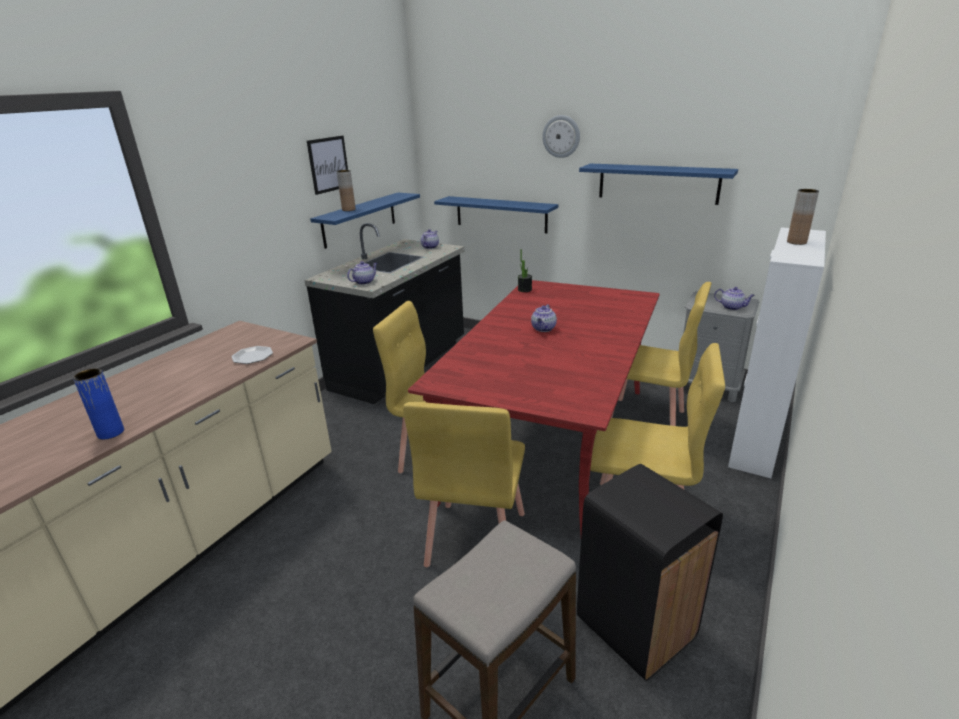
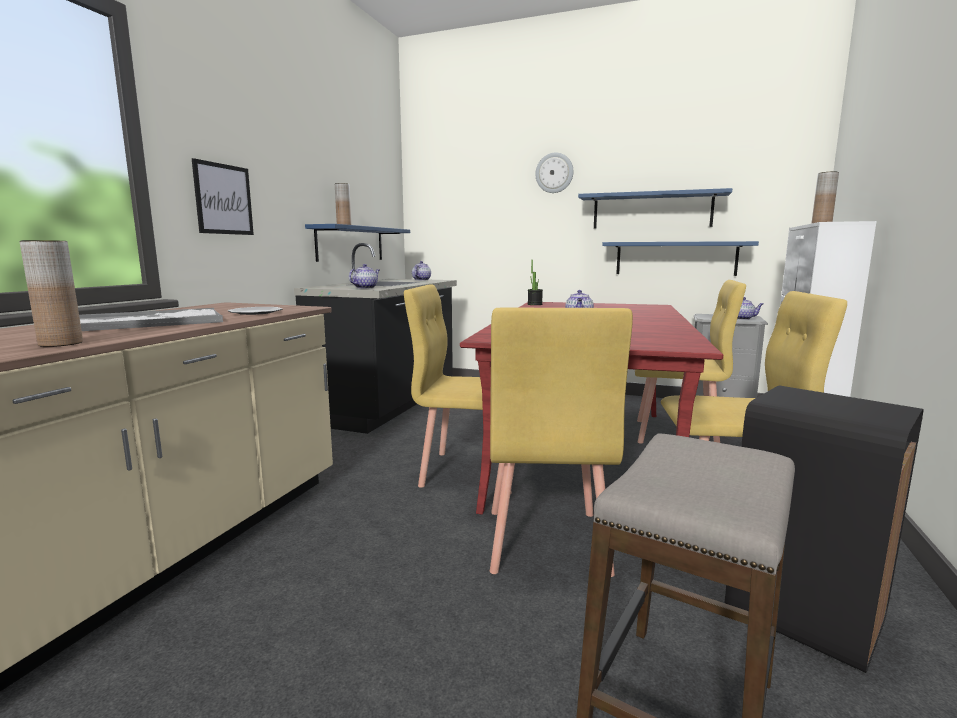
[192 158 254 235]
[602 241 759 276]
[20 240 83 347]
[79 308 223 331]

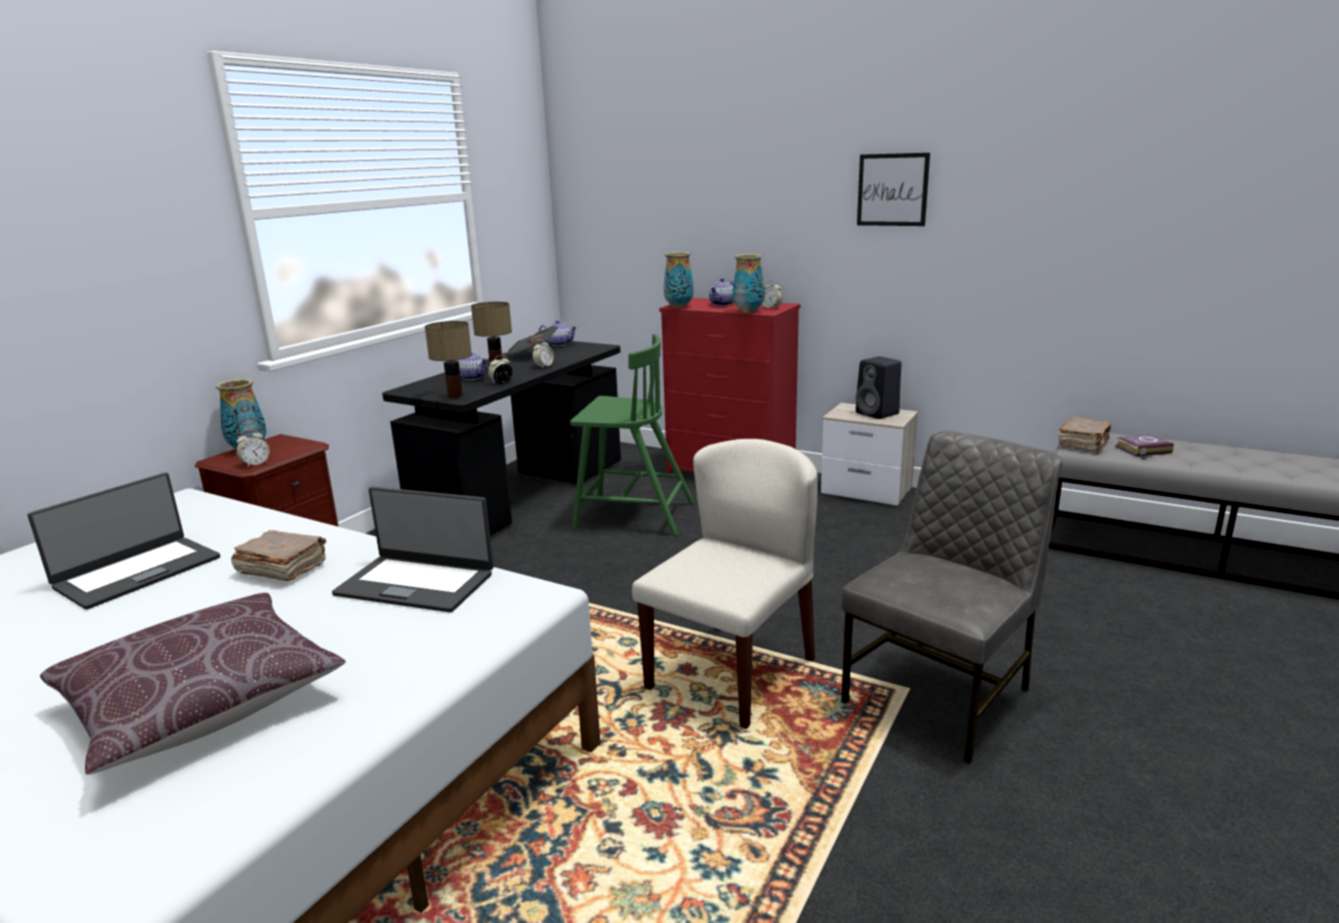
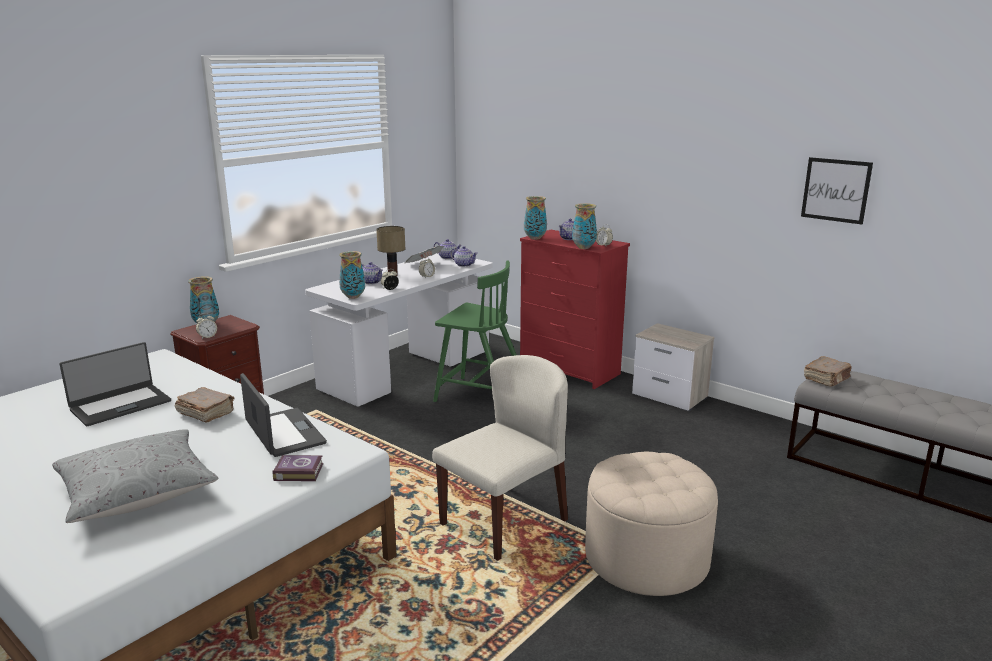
[801 157 873 225]
[339 251 365 299]
[305 253 493 407]
[856 356 902 419] (first image)
[585 452 718 596]
[272 455 323 481]
[240 373 327 457]
[52 429 219 523]
[450 246 477 267]

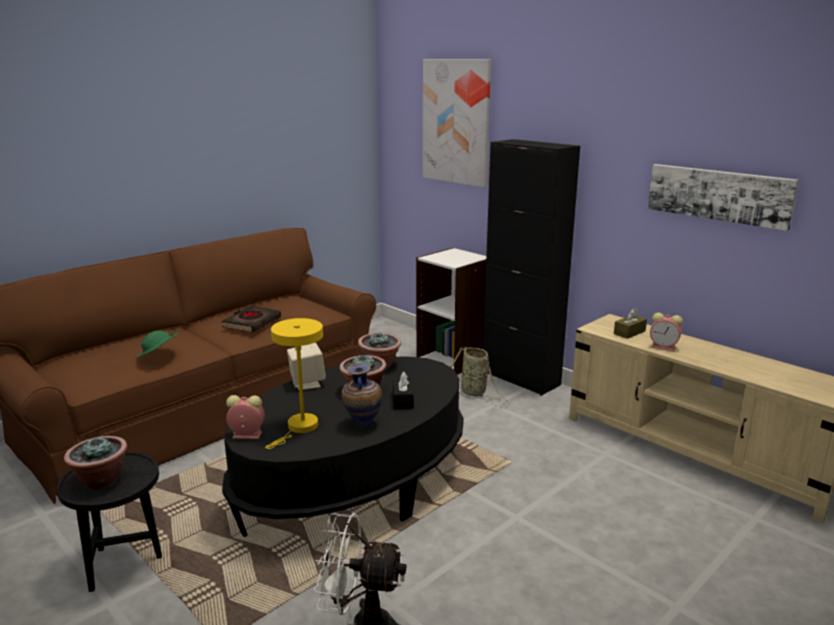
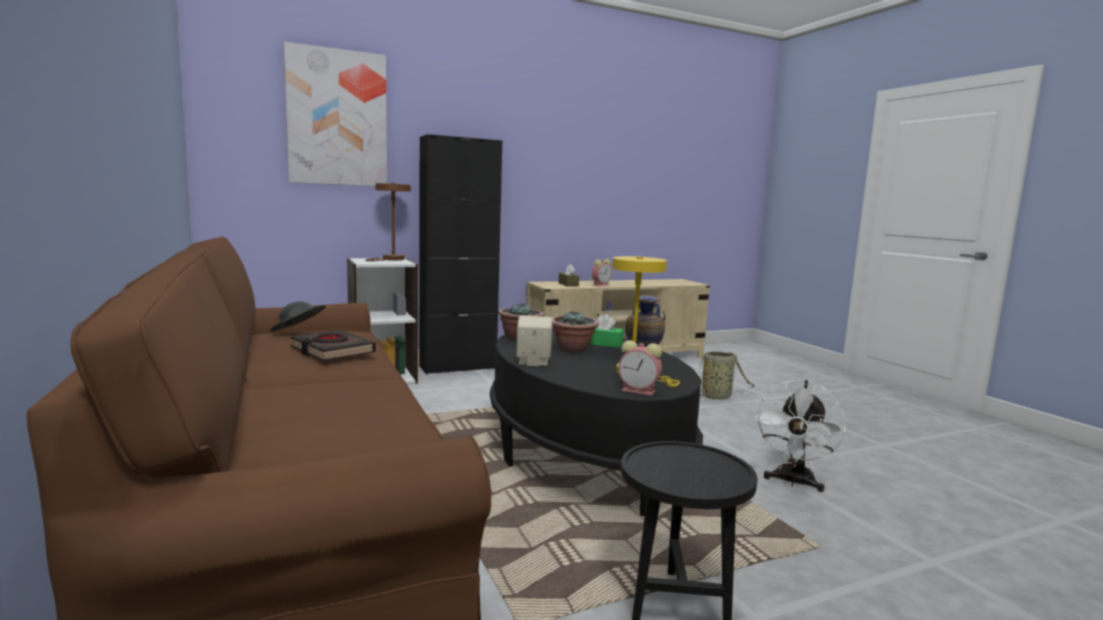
[648 164 799 231] (first image)
[136 331 180 359] (first image)
[700 351 754 400]
[589 314 624 348]
[618 340 662 396]
[64 436 127 490] (first image)
[365 183 411 261]
[270 302 326 332]

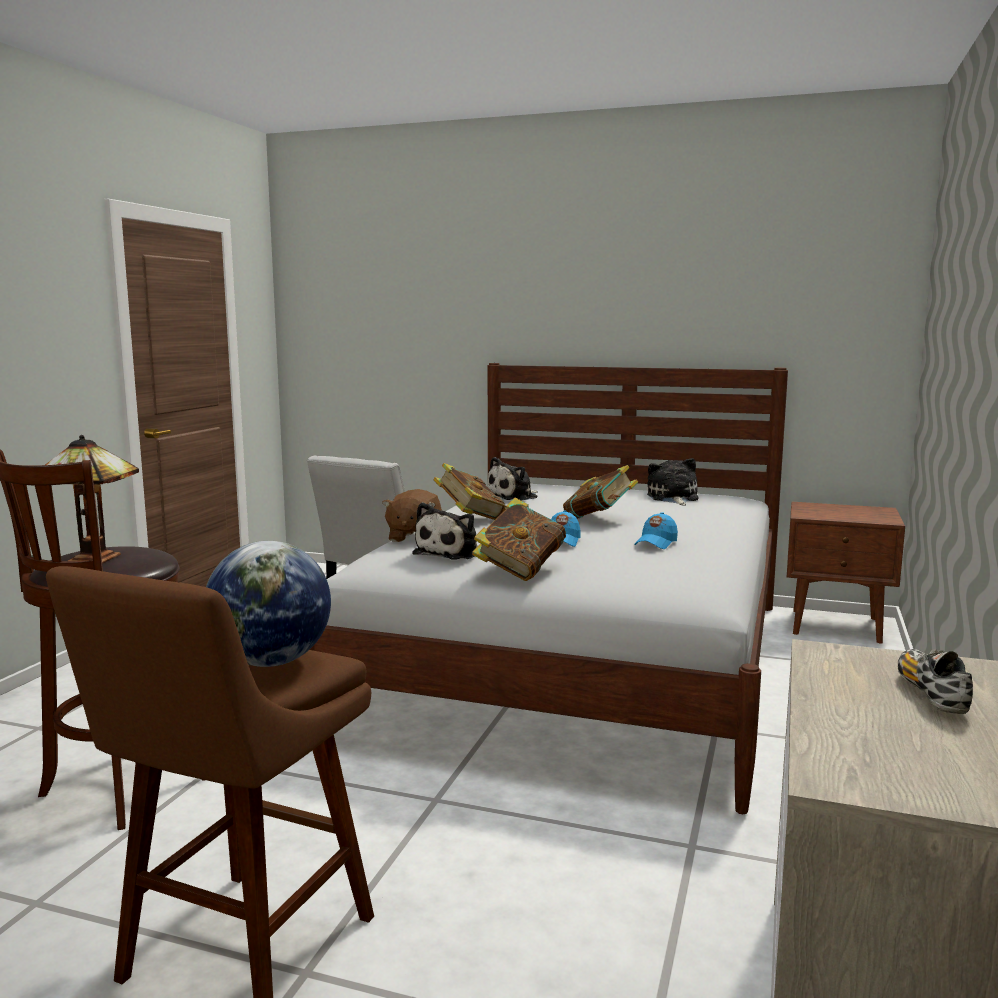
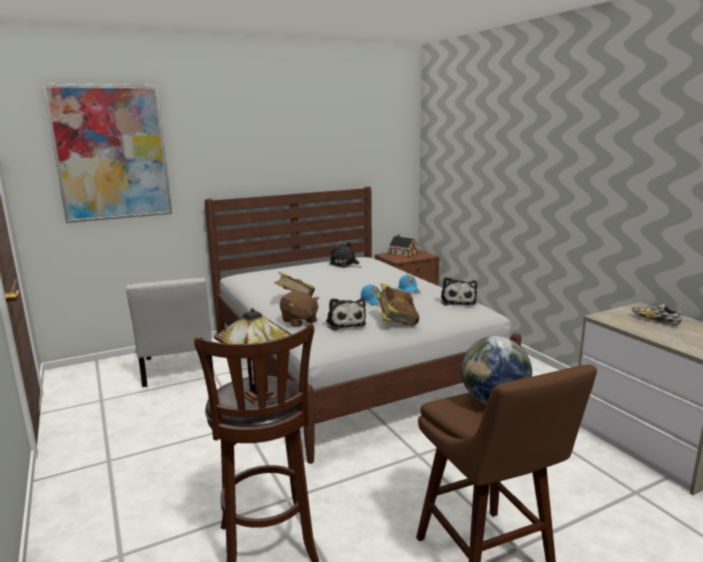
[441 277 477 305]
[563 465 638 519] (first image)
[42 83 172 223]
[390 234 418 258]

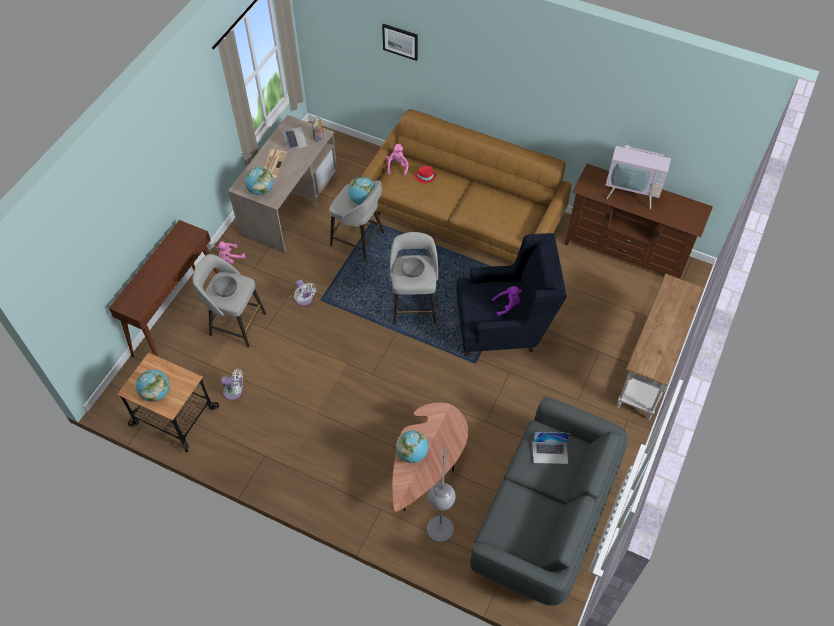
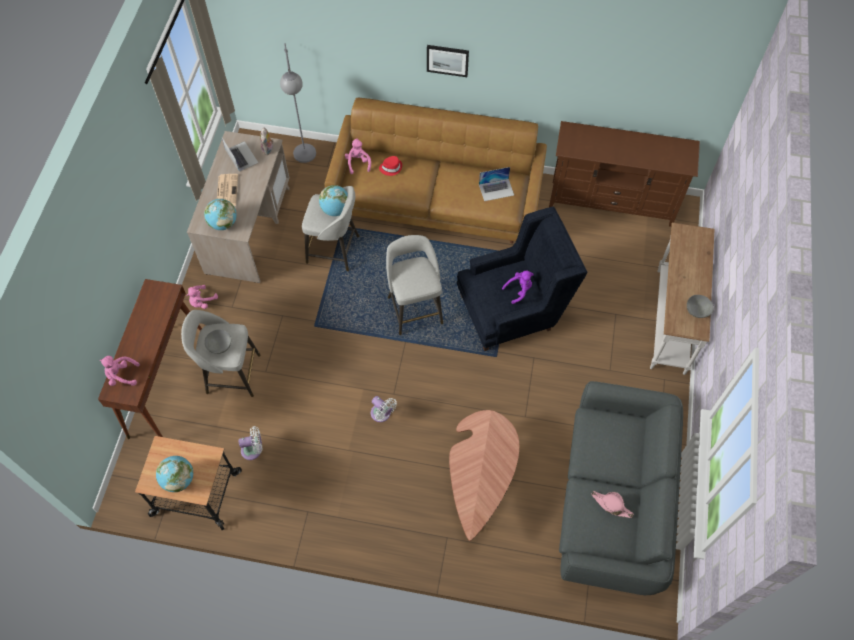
[427 45 469 77]
[605 126 671 209] (first image)
[687 295 713 318]
[371 396 397 422]
[396 430 428 463] (first image)
[479 167 514 201]
[280 43 316 163]
[100 356 140 386]
[591 491 634 518]

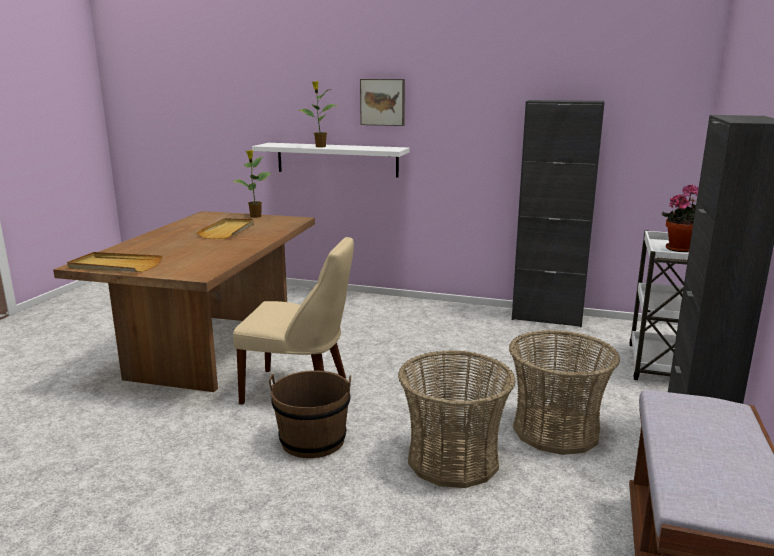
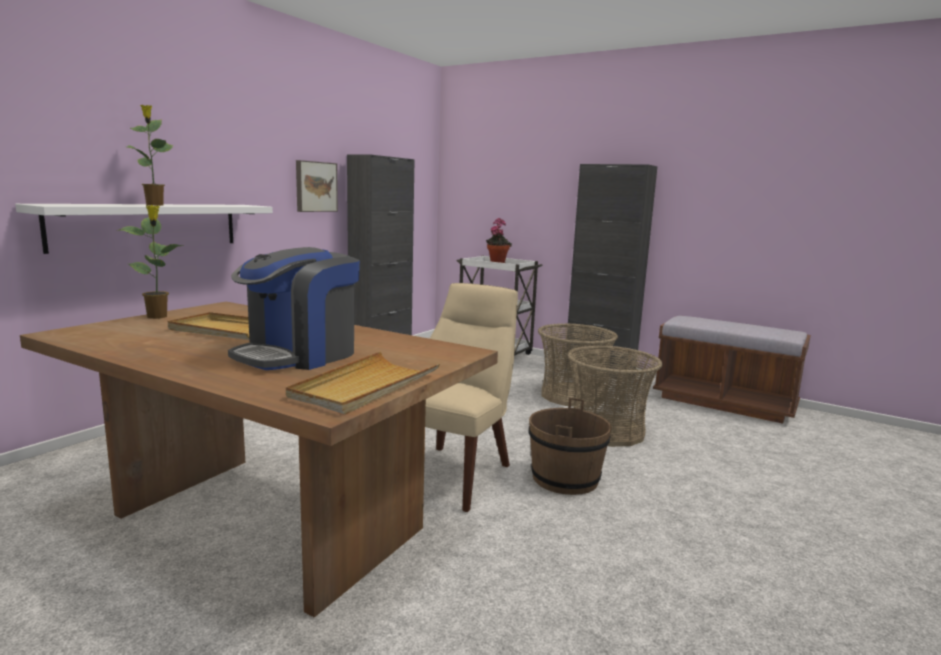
[296 160 338 212]
[228 247 360 370]

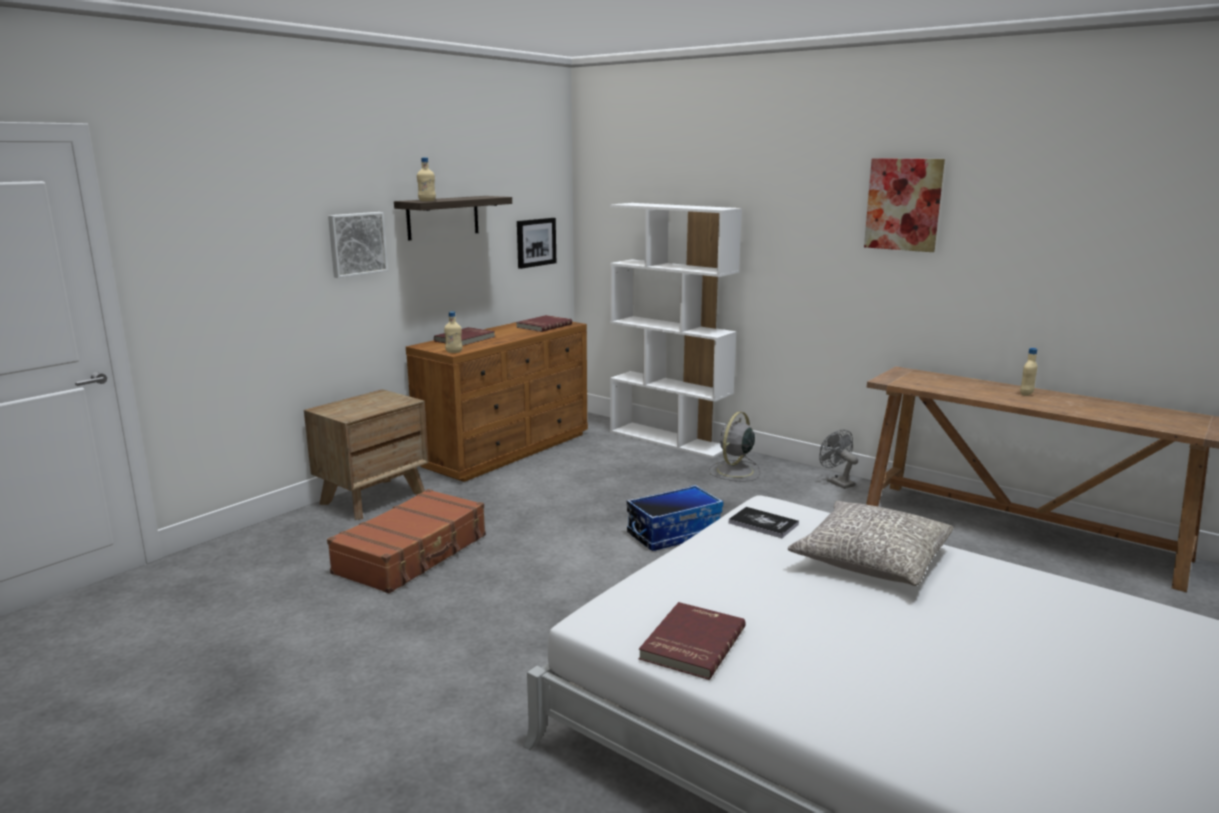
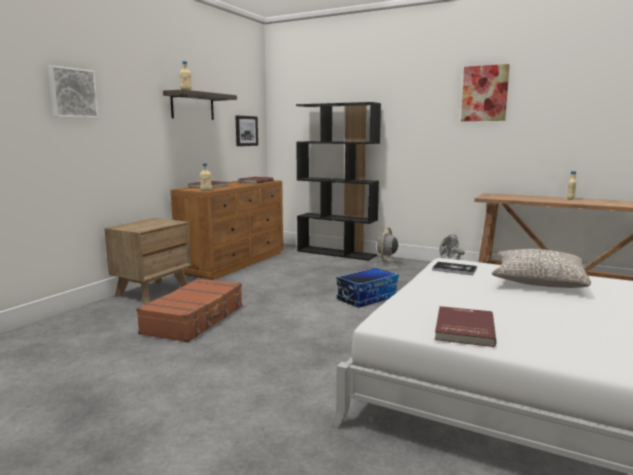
[296 102 381 261]
[48 65 99 118]

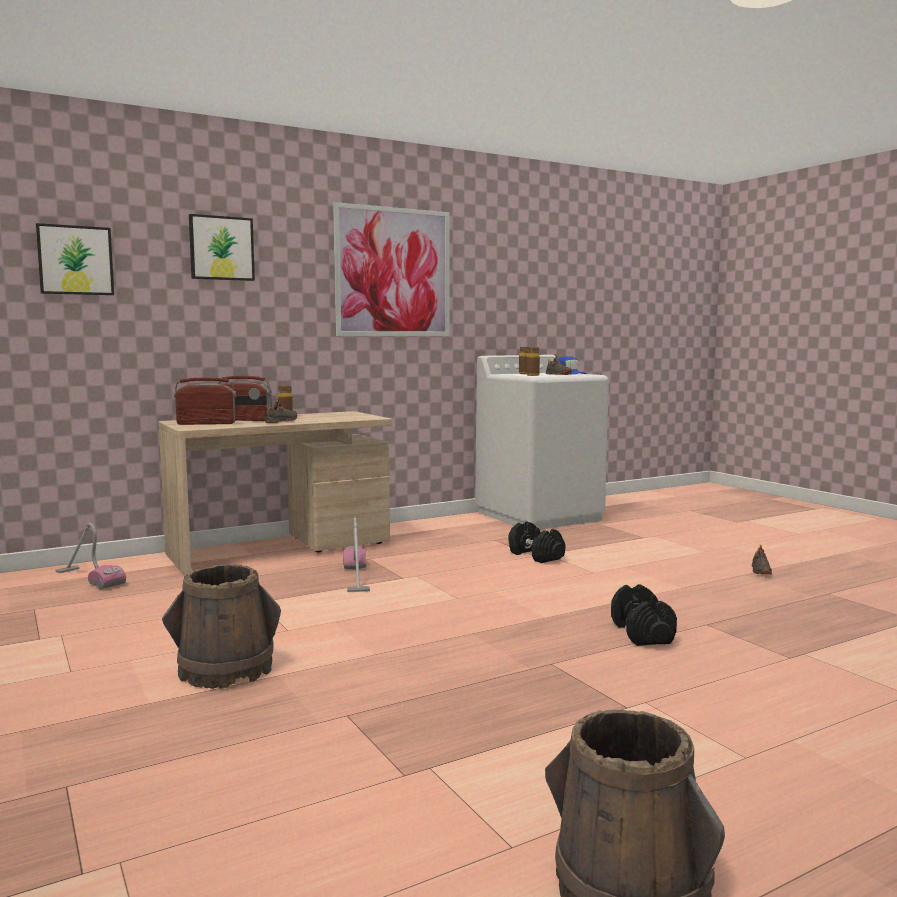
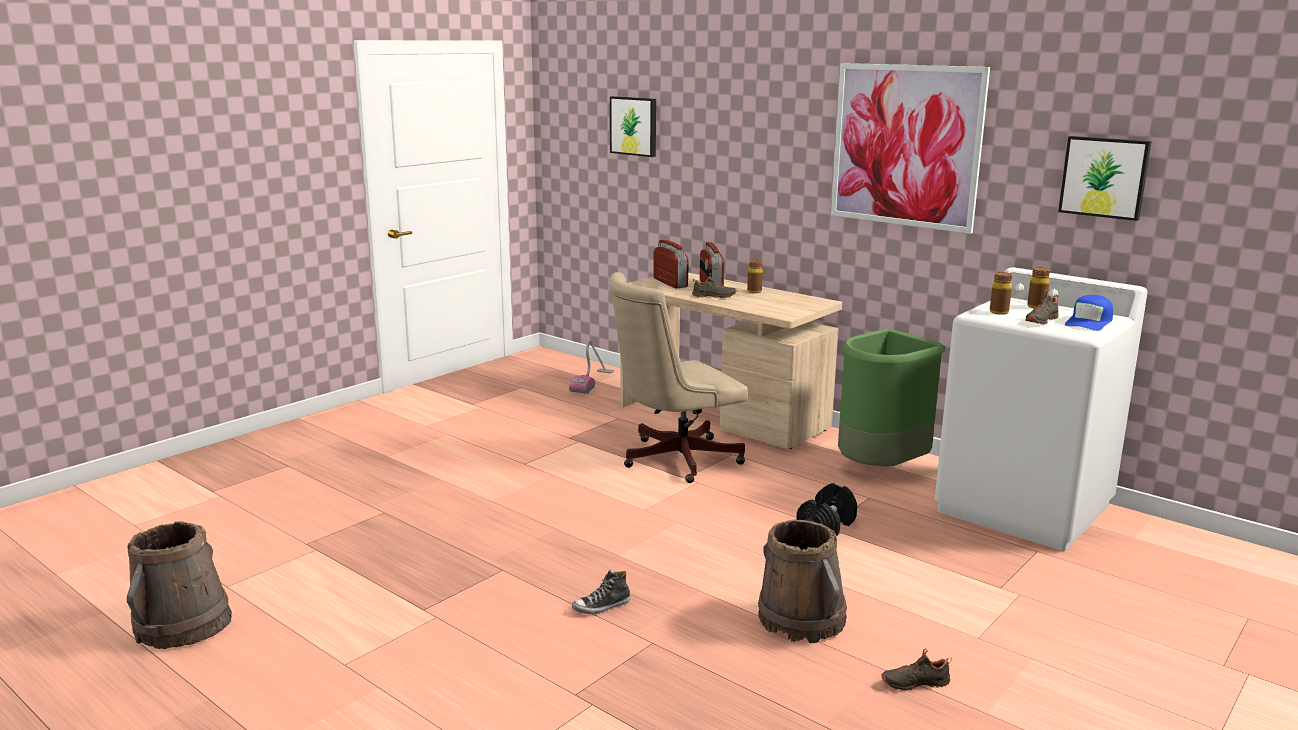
[1058 136 1152 221]
[608 272 748 483]
[758 519 847 643]
[572 570 631 614]
[838 329 945 467]

